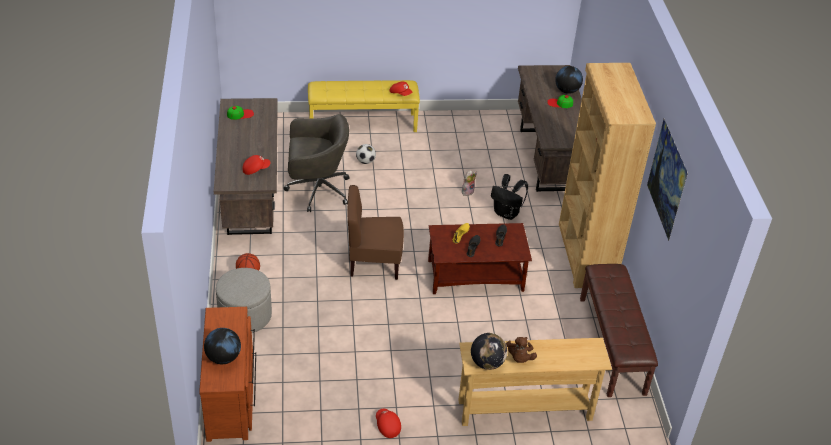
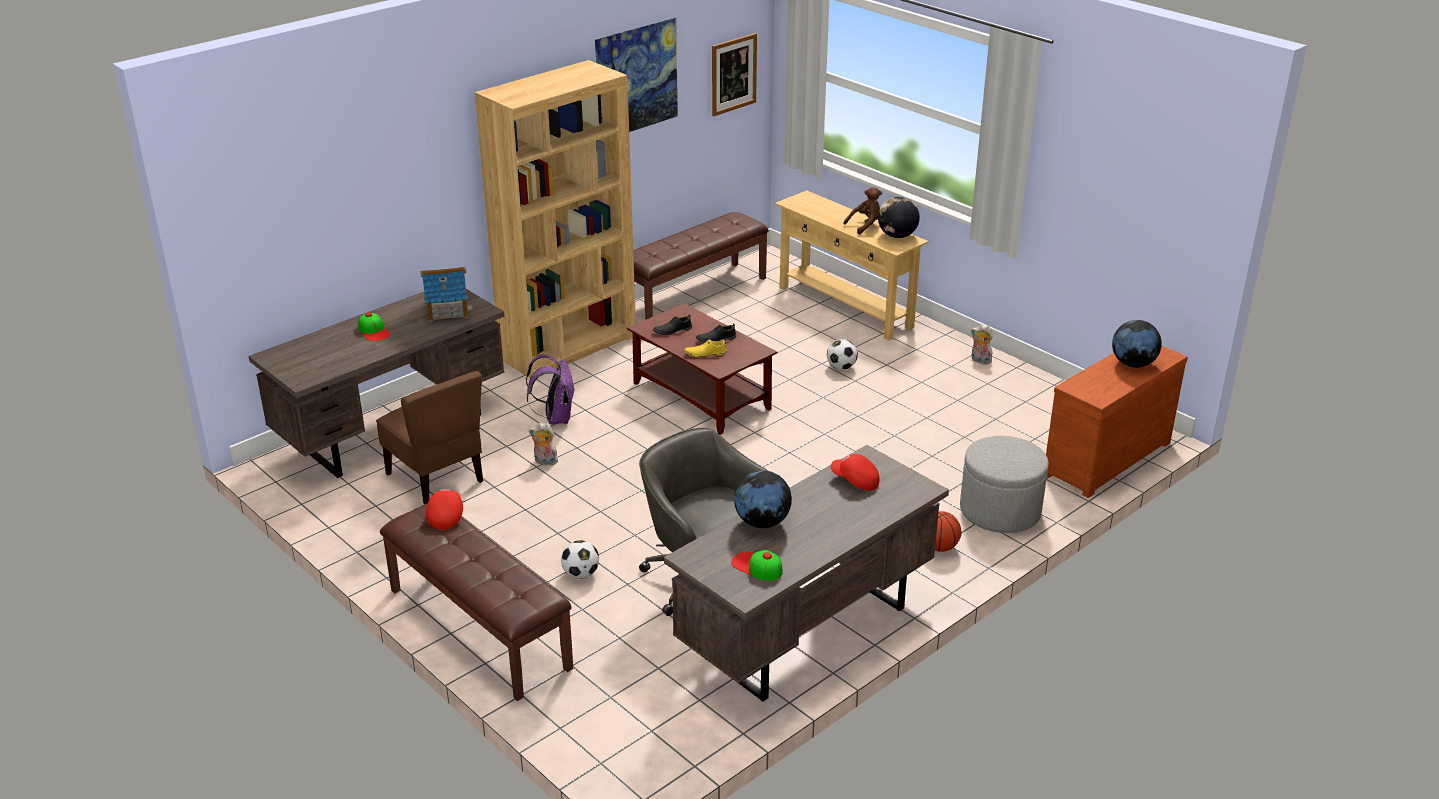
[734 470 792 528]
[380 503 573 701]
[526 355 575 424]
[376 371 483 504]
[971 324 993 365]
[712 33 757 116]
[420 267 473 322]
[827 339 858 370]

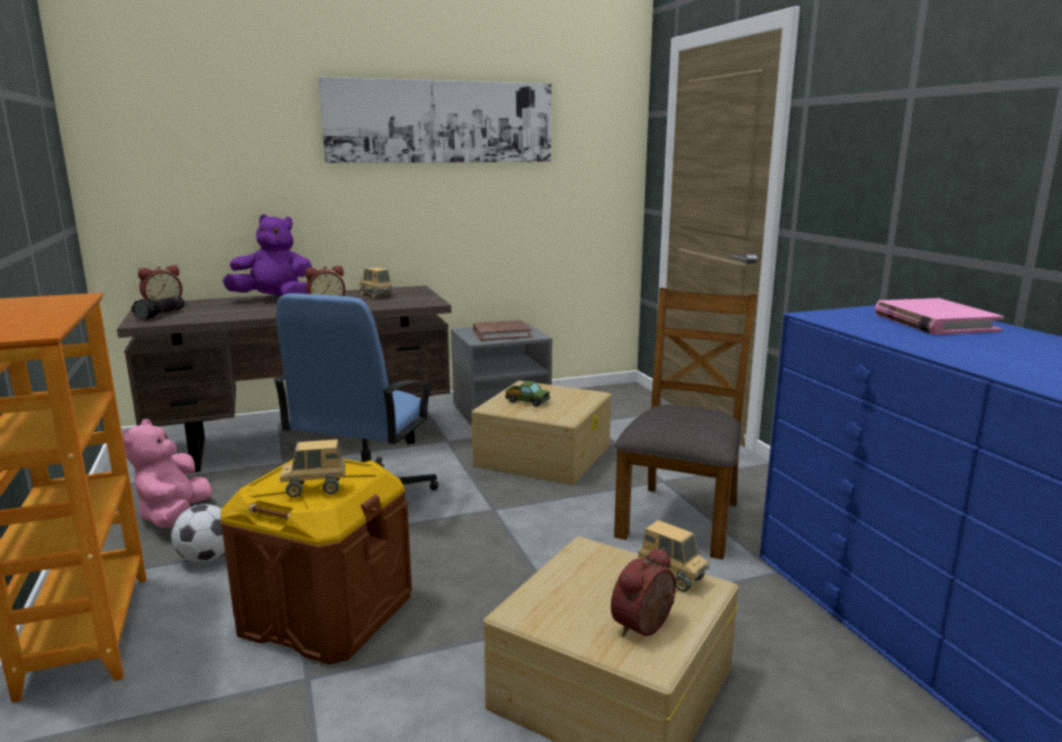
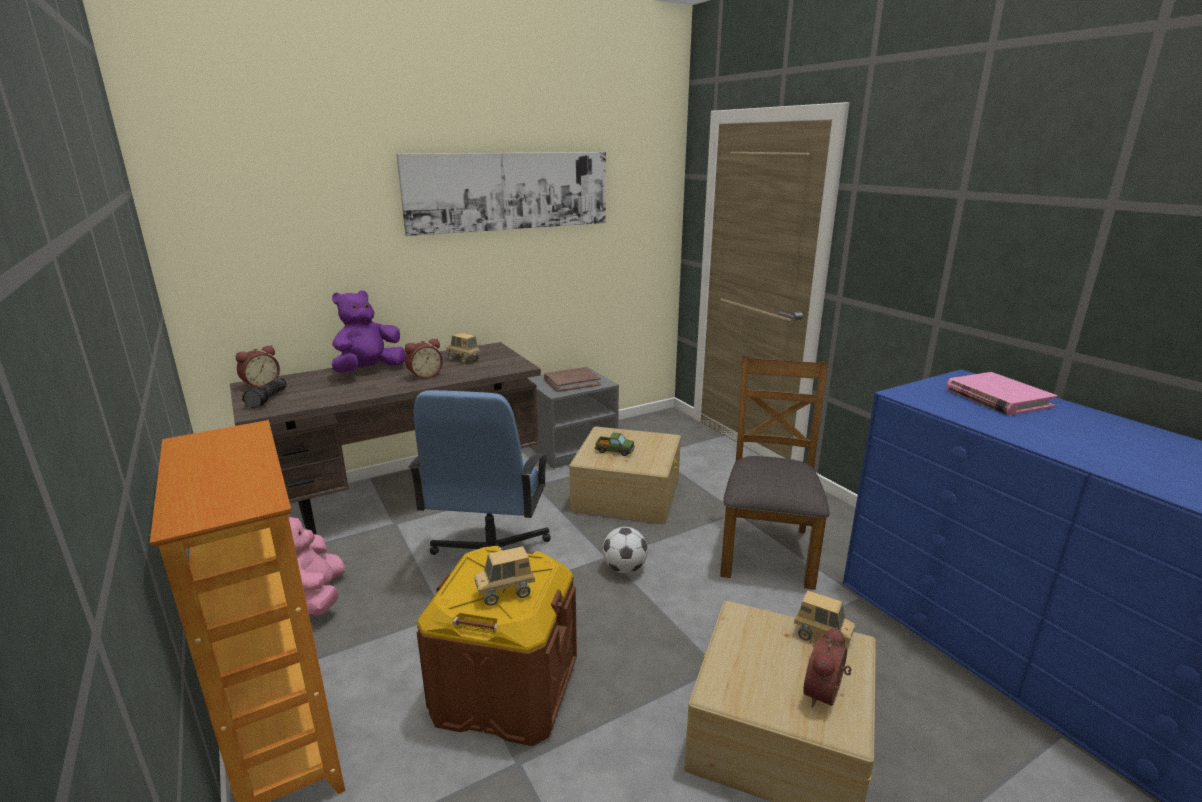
[332 290 406 373]
[602 527 648 573]

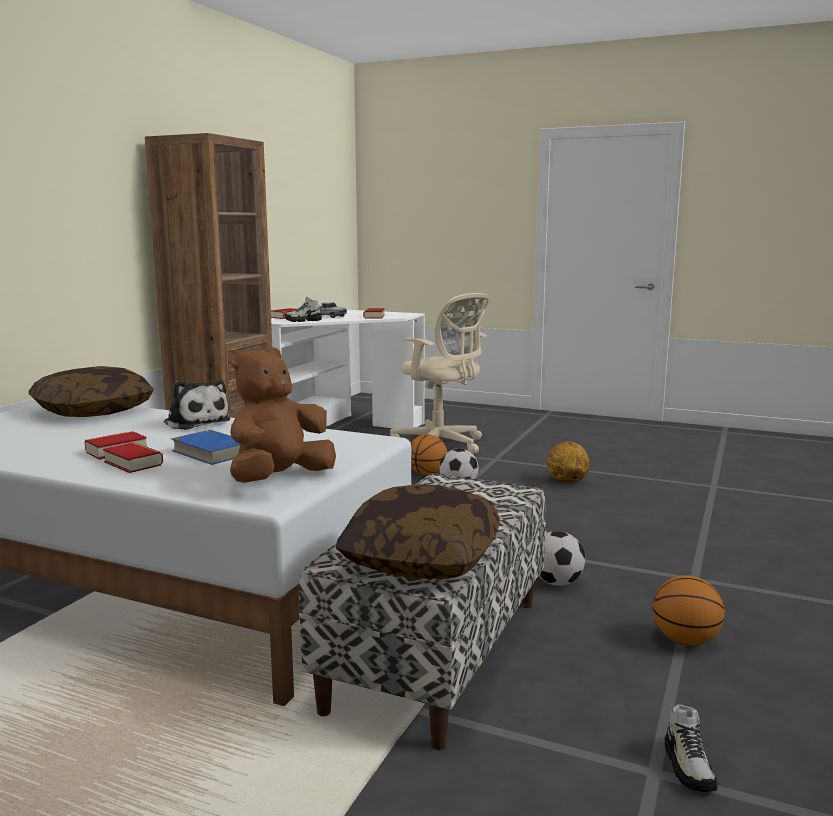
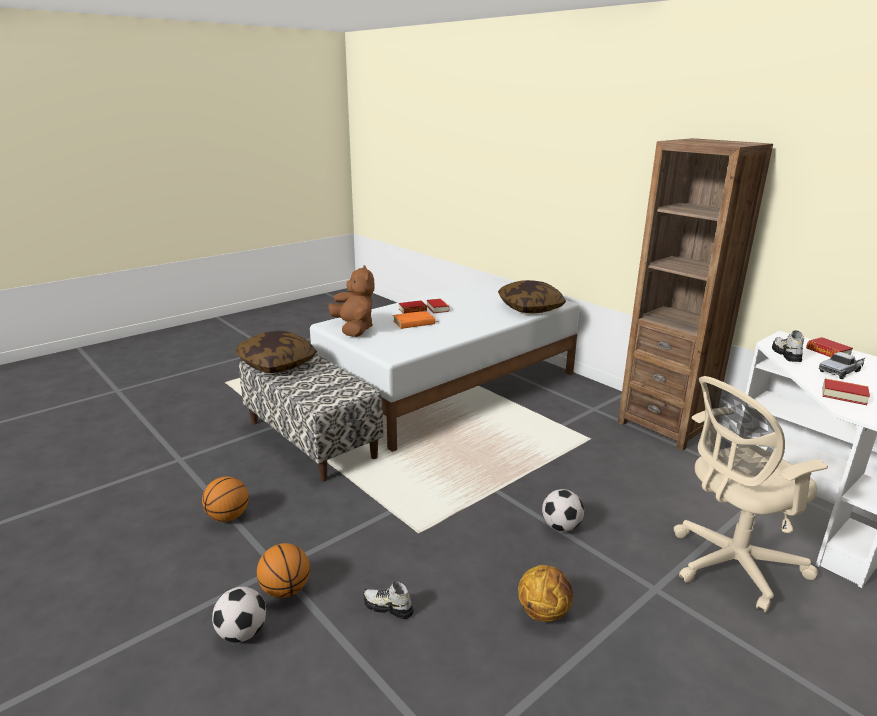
[164 380 230 430] (first image)
[393 311 439 329]
[257 543 310 598]
[212 587 266 643]
[363 581 414 619]

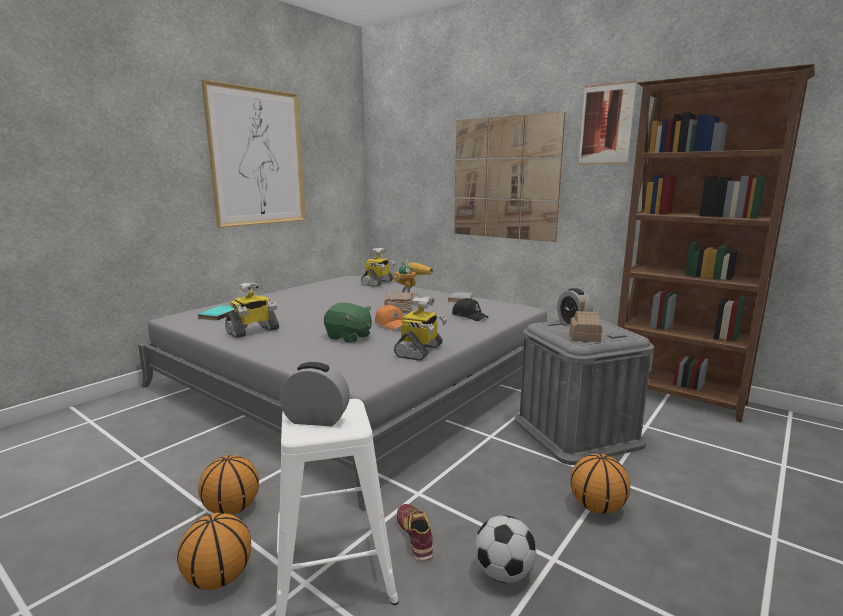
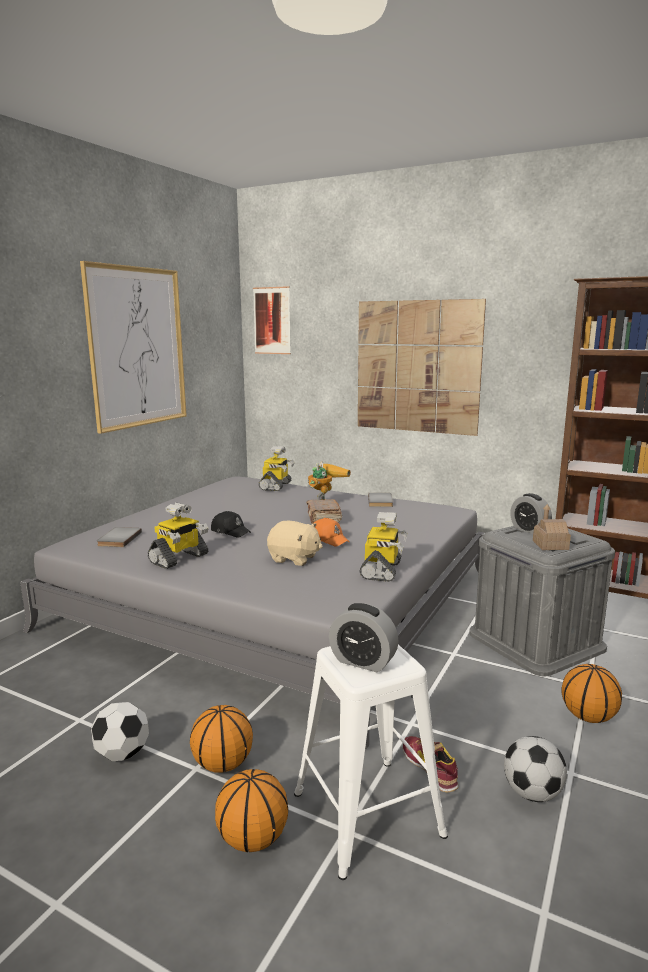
[253 286 291 354]
[211 511 251 538]
[267 521 323 566]
[97 527 142 547]
[329 603 399 672]
[91 702 149 761]

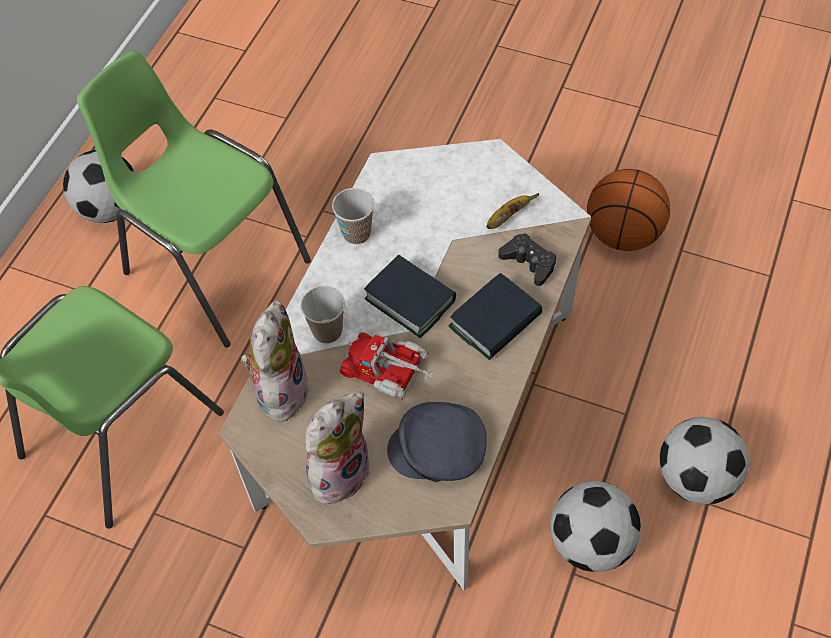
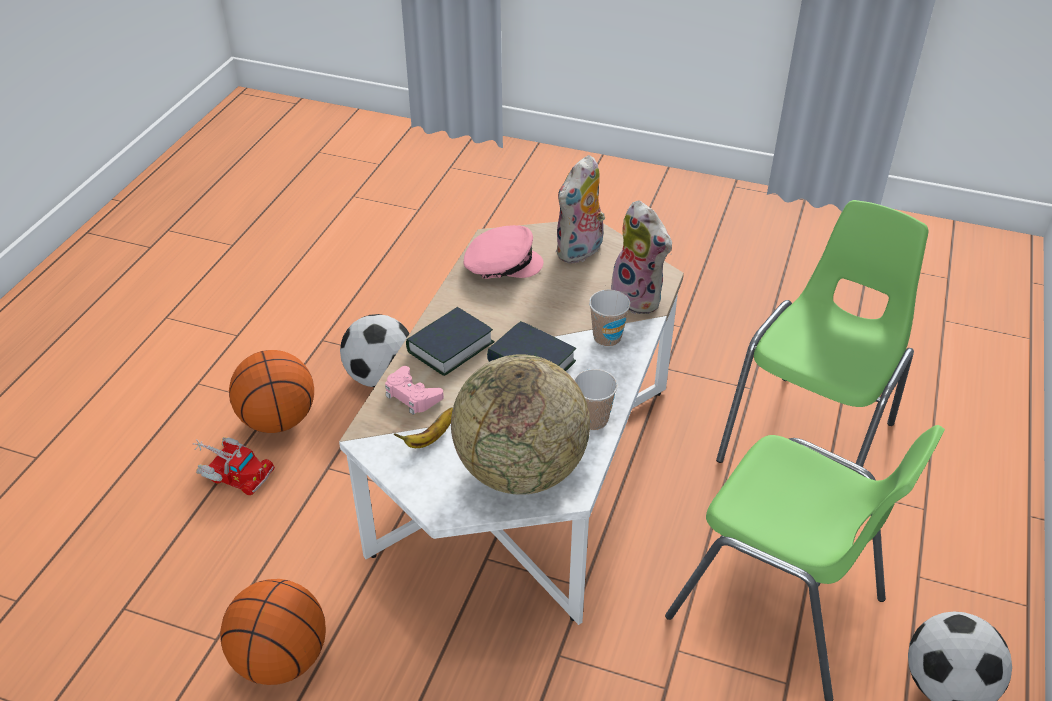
[385 366 444 415]
[611 200 672 314]
[193 437 275 495]
[464 225 544 279]
[229 350 314 433]
[451 354 590 495]

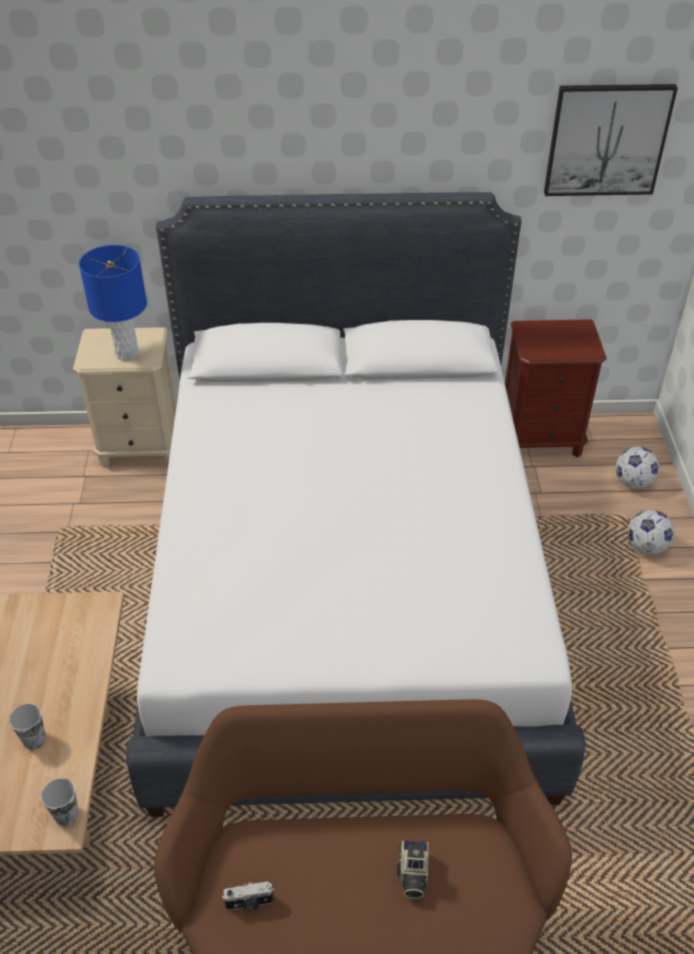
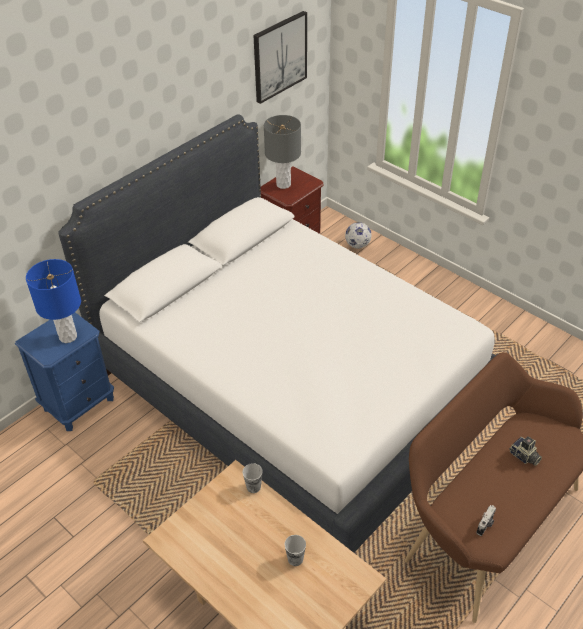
[15 312 114 431]
[628 510 675 555] (first image)
[243 463 263 493]
[264 115 301 189]

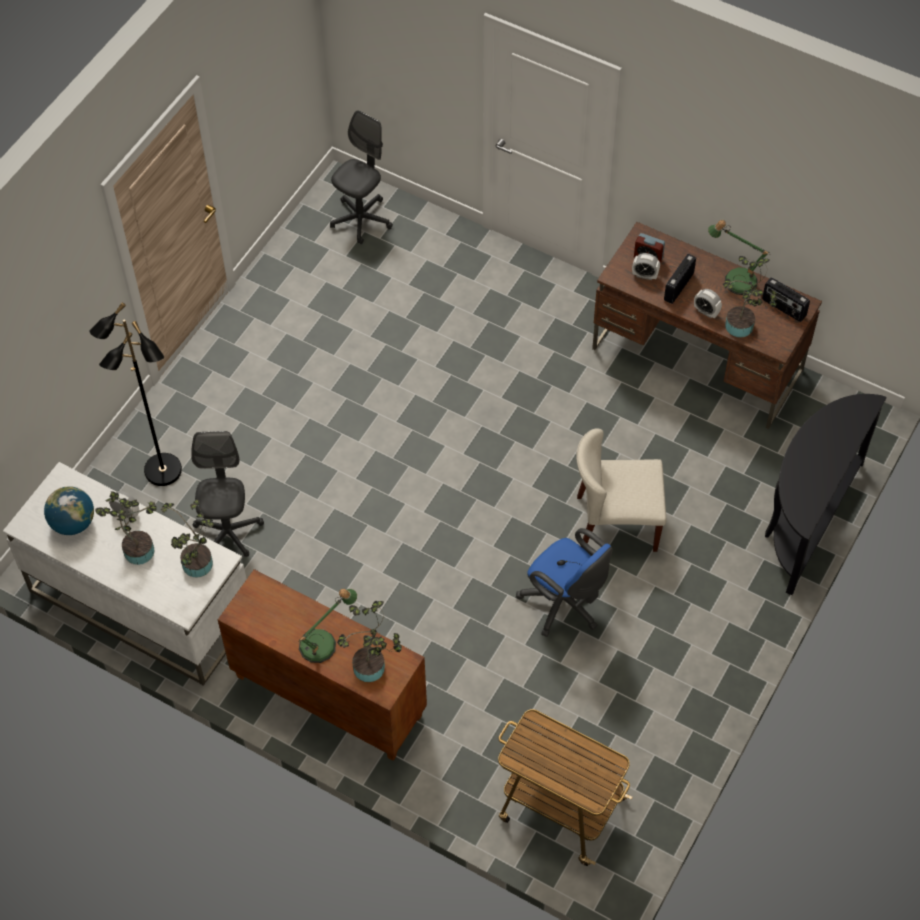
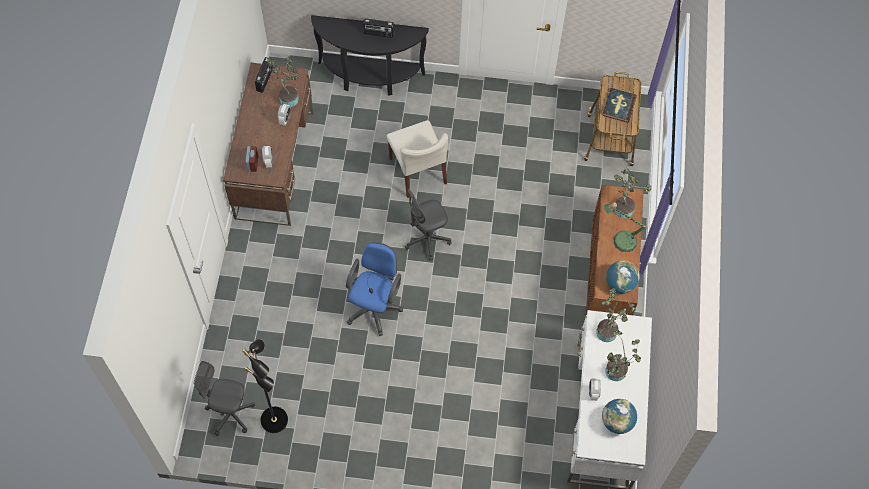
[708 220 769 295] (first image)
[363 18 395 38]
[242 339 288 433]
[405 189 452 261]
[346 242 403 336]
[602 88 637 123]
[606 260 640 294]

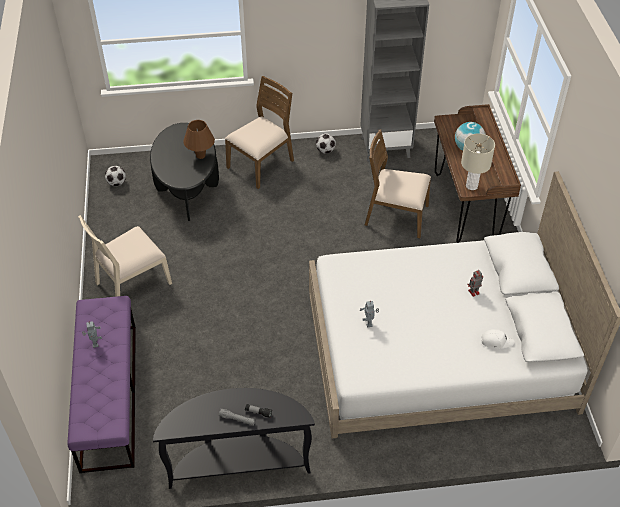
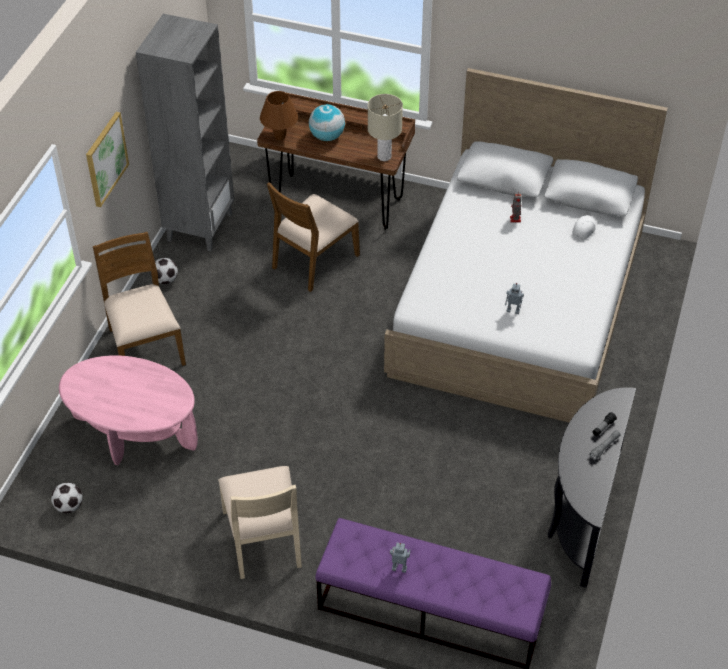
[260 91 298 140]
[59 355 198 465]
[86 112 129 207]

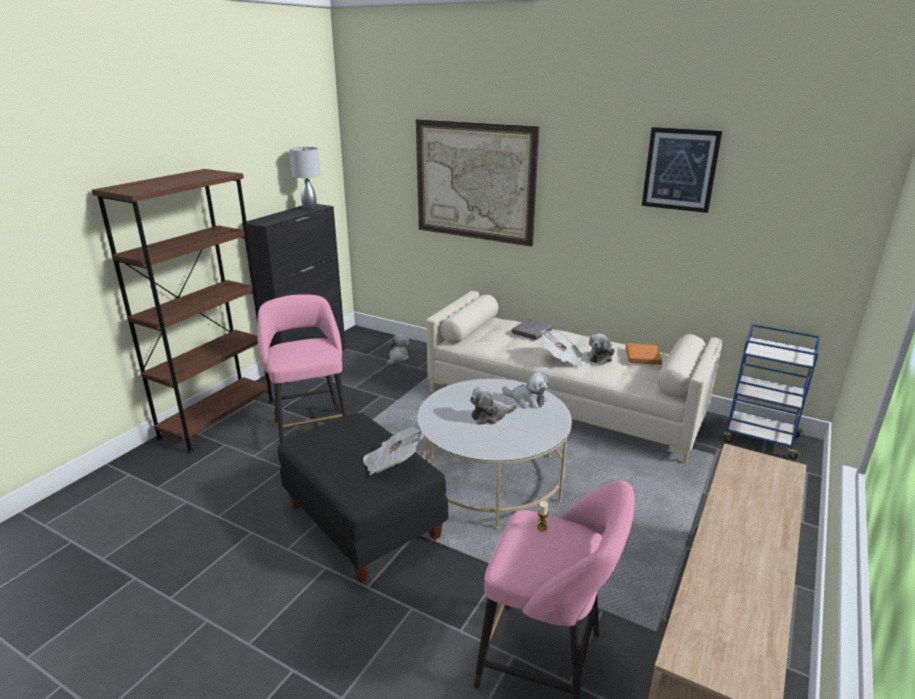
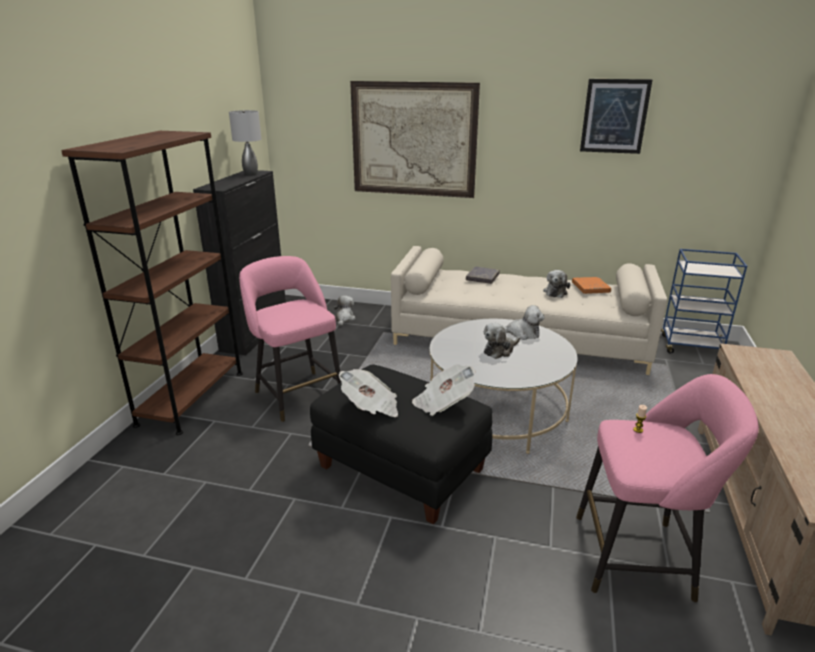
[339 369 398 417]

